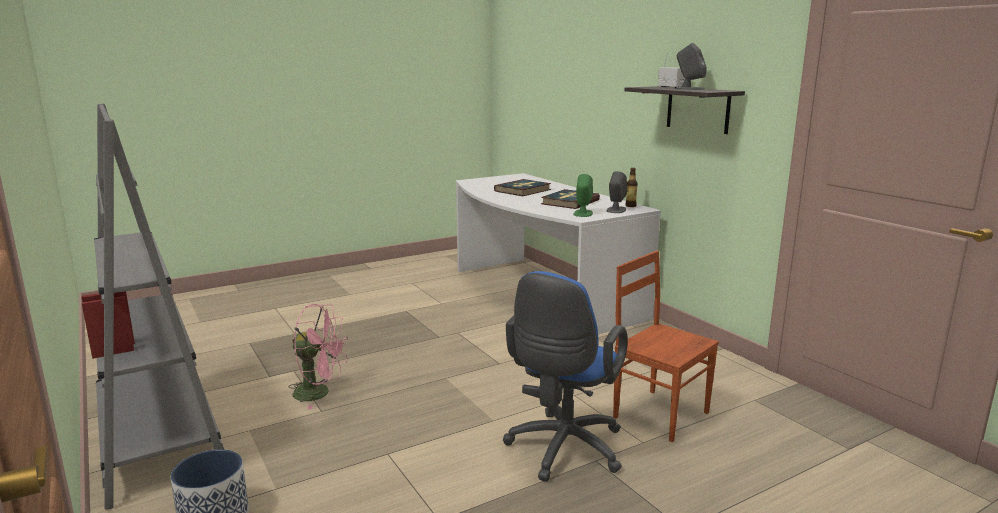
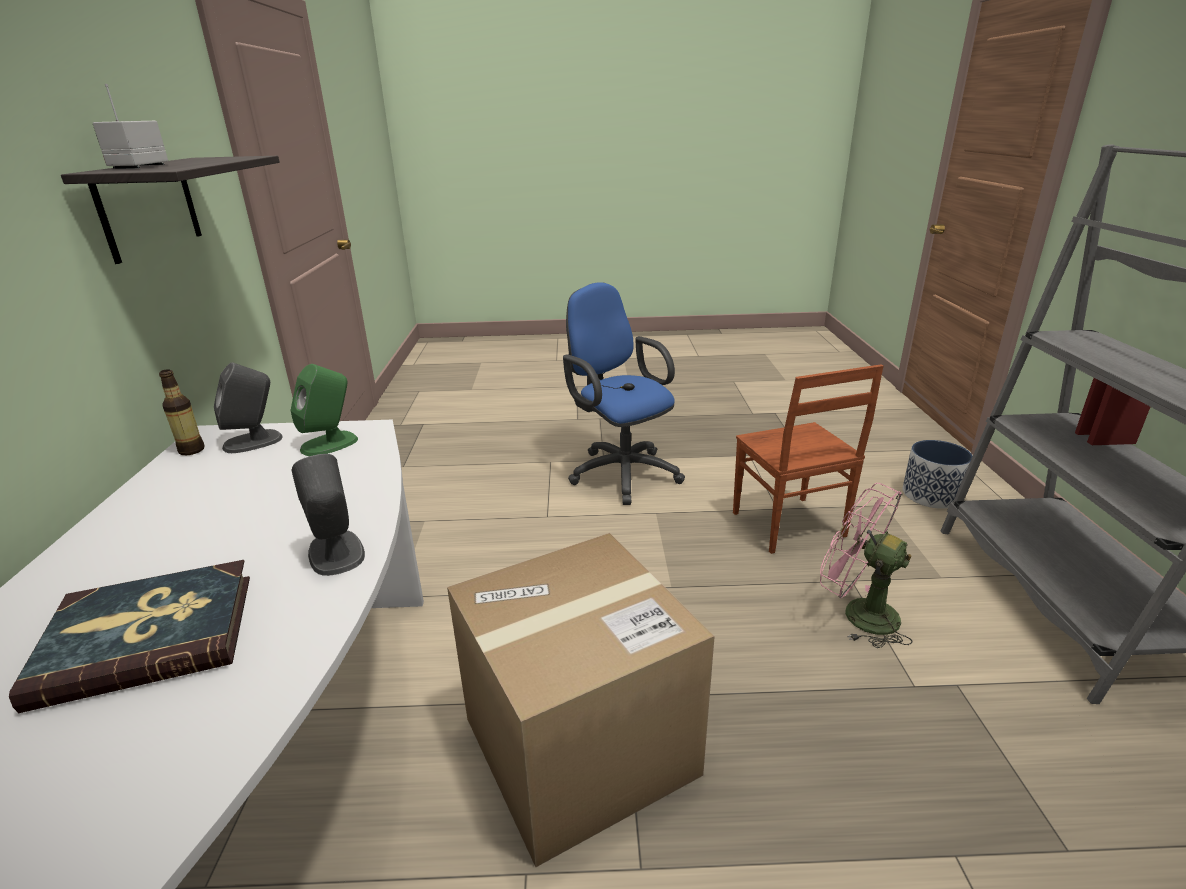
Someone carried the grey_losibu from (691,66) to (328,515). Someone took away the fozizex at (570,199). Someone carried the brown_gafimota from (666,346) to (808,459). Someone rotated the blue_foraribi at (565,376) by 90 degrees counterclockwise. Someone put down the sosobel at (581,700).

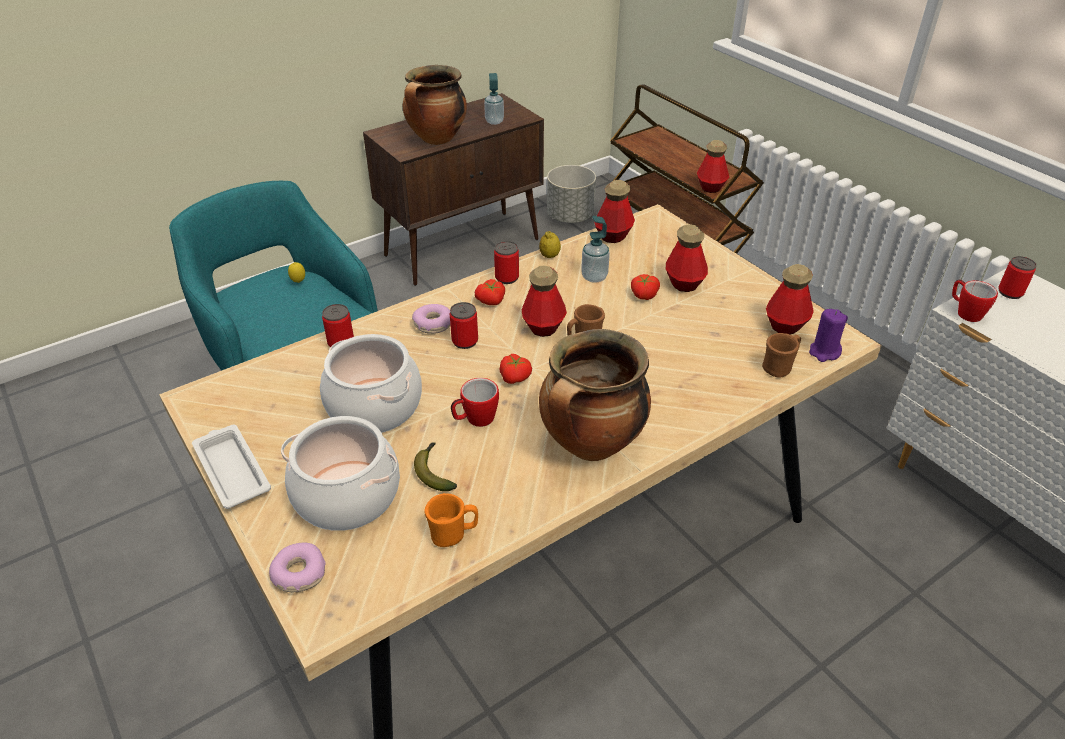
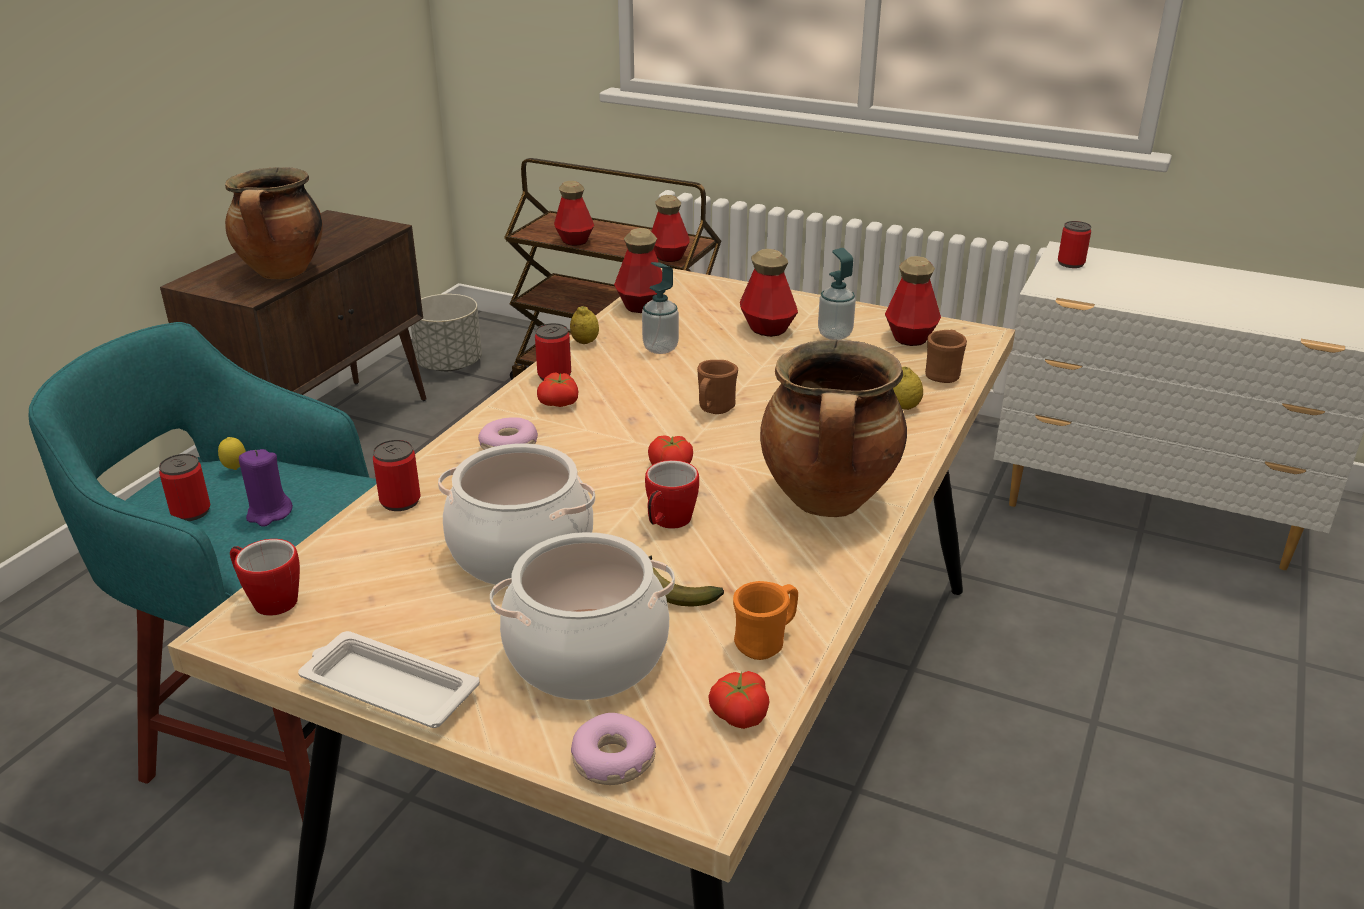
Someone carried the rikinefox from (494,99) to (837,294). Someone carried the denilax from (544,301) to (574,213). Someone carried the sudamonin from (645,287) to (738,700). Someone carried the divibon from (975,301) to (265,577). Someone carried the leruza from (464,325) to (185,487). Someone carried the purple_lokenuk from (828,335) to (266,488). Someone put down the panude at (908,388).

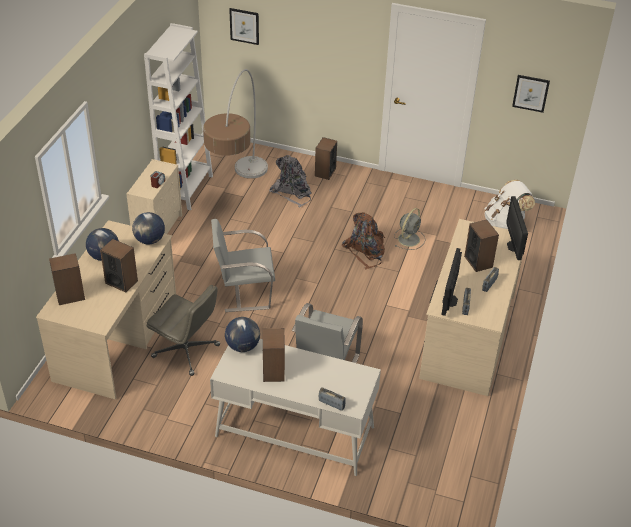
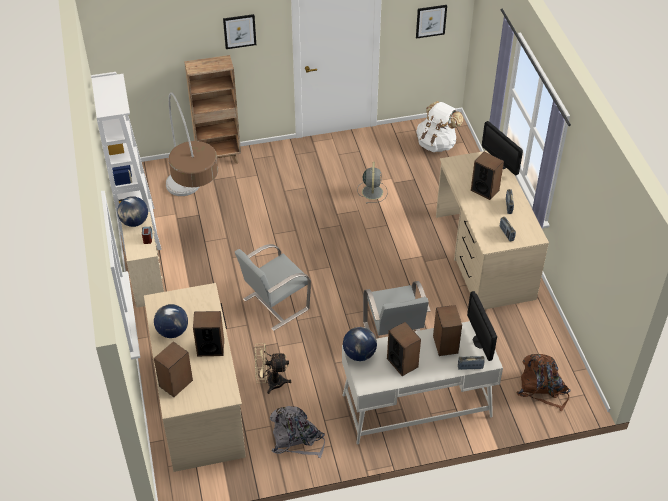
Someone carried the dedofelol from (244,26) to (239,31). Someone carried the losibu from (326,158) to (447,330). Someone carried the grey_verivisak from (290,181) to (297,432). Someone carried the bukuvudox from (148,228) to (132,211). Someone carried the brown_verivisak from (363,241) to (543,382). Someone carried the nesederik from (452,282) to (482,326). Someone swapped the grey_foraribi at (183,330) for the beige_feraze at (273,368). Someone put down the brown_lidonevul at (212,109).

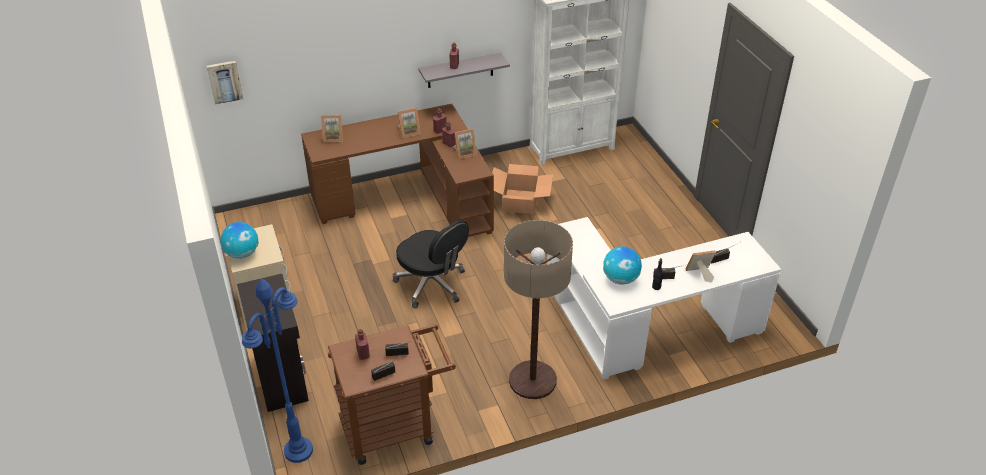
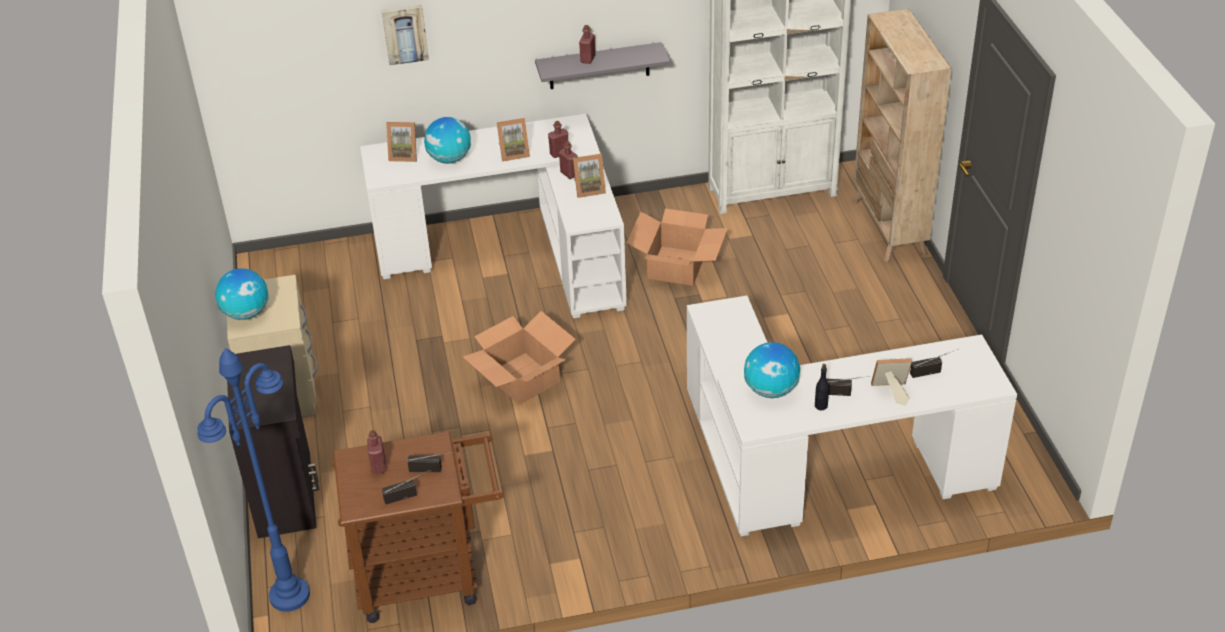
Someone carried the dedofelol from (225,82) to (405,35). Someone repainted the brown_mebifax at (397,170), which became the white_mebifax at (493,216). Someone swapped the black_foraribi at (431,264) for the sosobel at (519,358). Someone took away the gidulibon at (538,309). Someone put down the beige_lidonevul at (902,135). Someone put down the bukuvudox at (447,140).

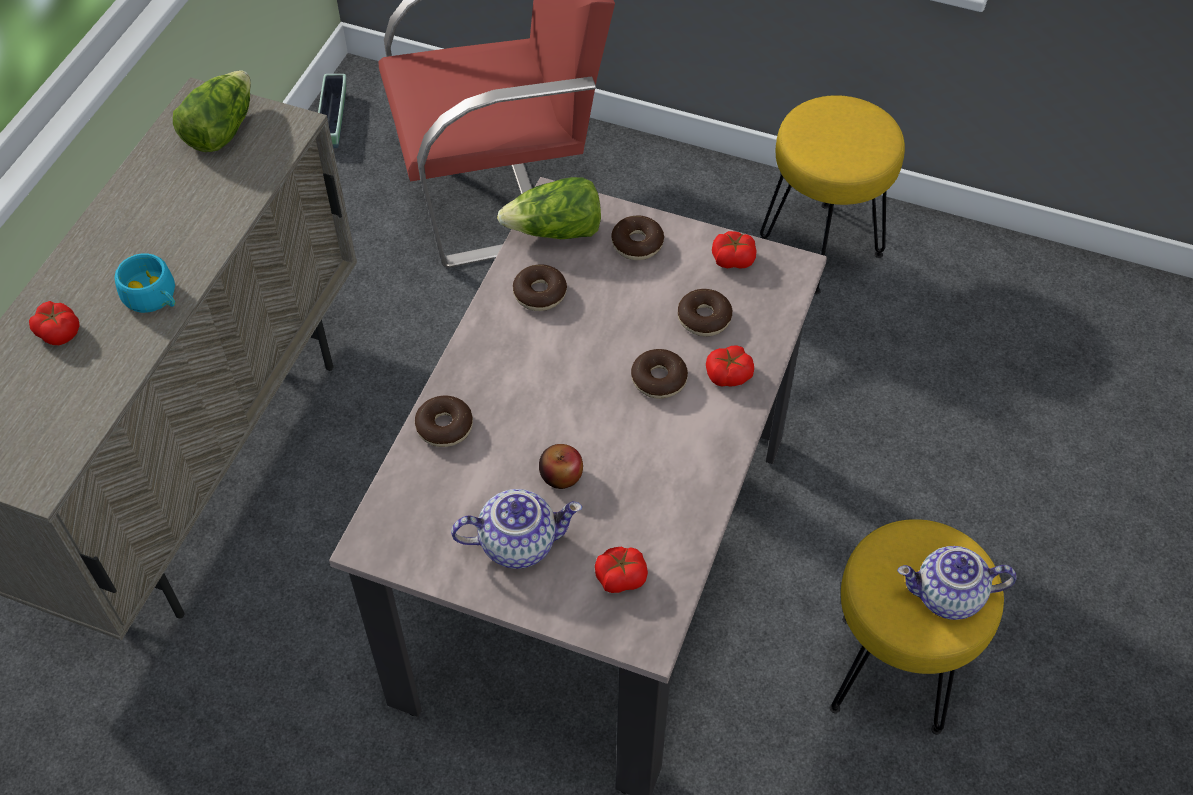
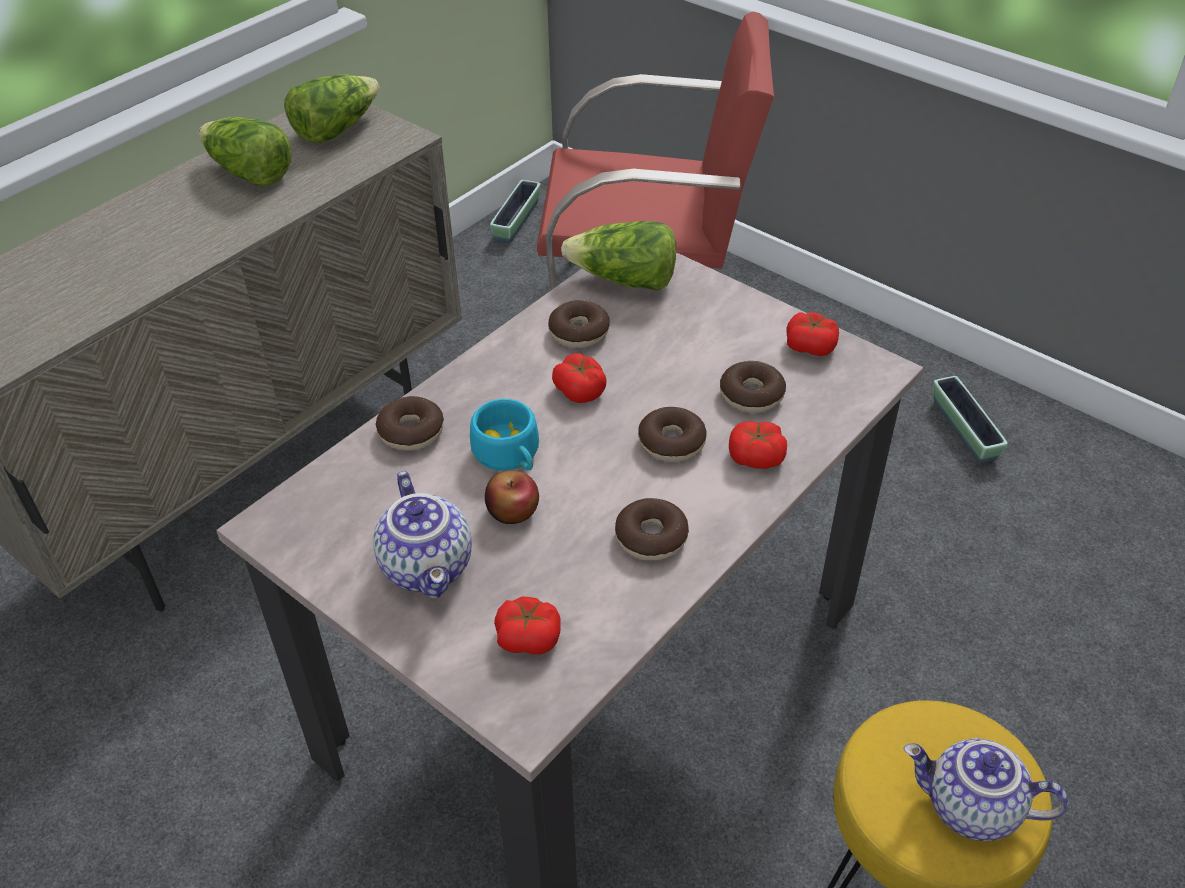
Someone swapped the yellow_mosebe at (832,194) for the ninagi at (970,420). Someone carried the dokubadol from (637,237) to (652,529). Someone carried the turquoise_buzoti from (144,283) to (504,435). Someone carried the sudamonin from (54,323) to (579,378). Someone rotated the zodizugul at (516,529) by 60 degrees clockwise. Someone put down the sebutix at (245,152).

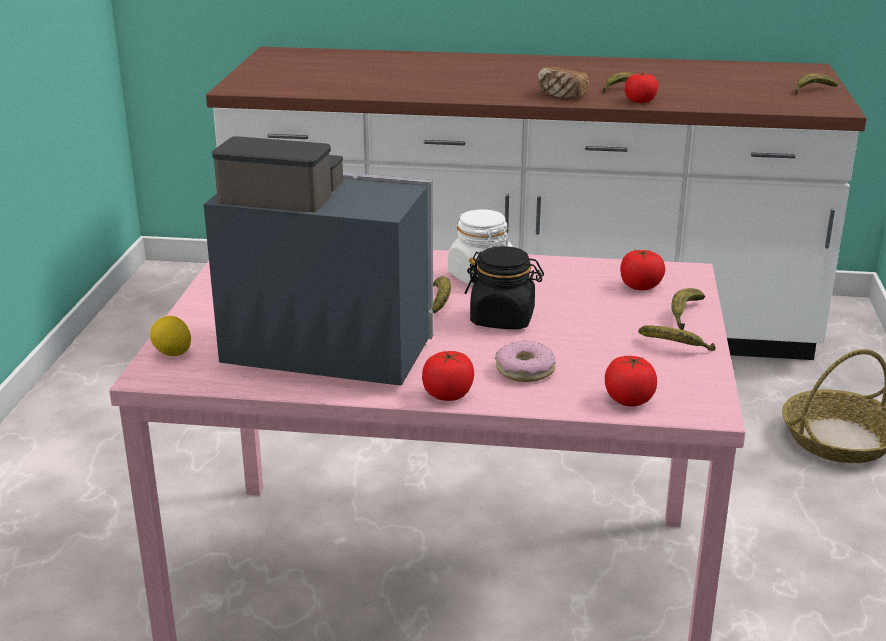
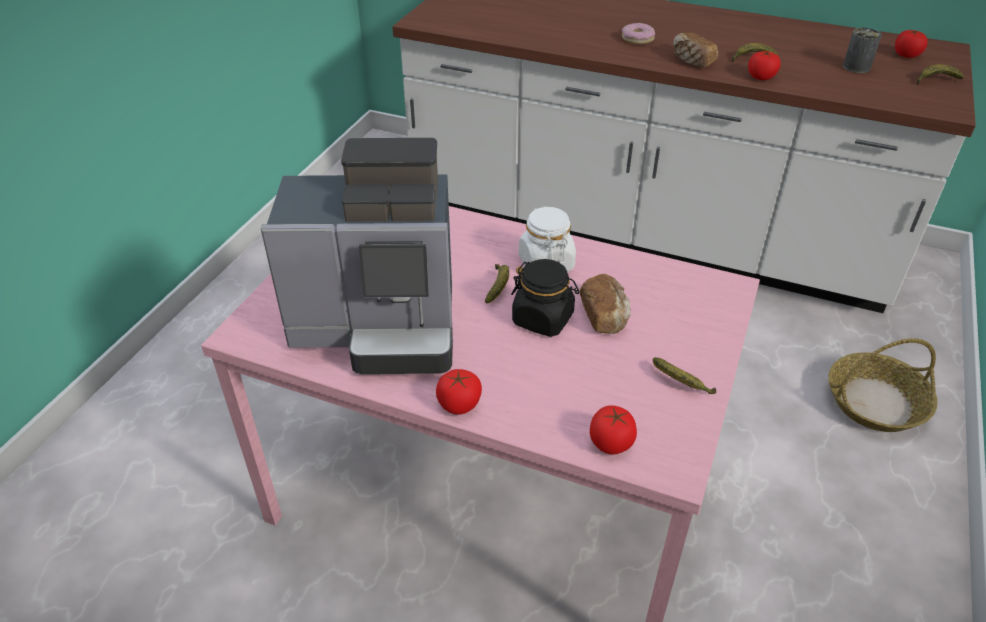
Someone rotated the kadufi at (318,261) by 150 degrees clockwise. Someone carried the sudamonin from (642,270) to (911,43). Someone took away the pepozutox at (688,309). Someone took away the panude at (170,336). Someone carried the dokubadol from (525,361) to (638,34). Someone put down the leruza at (862,50). Someone put down the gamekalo at (605,304).

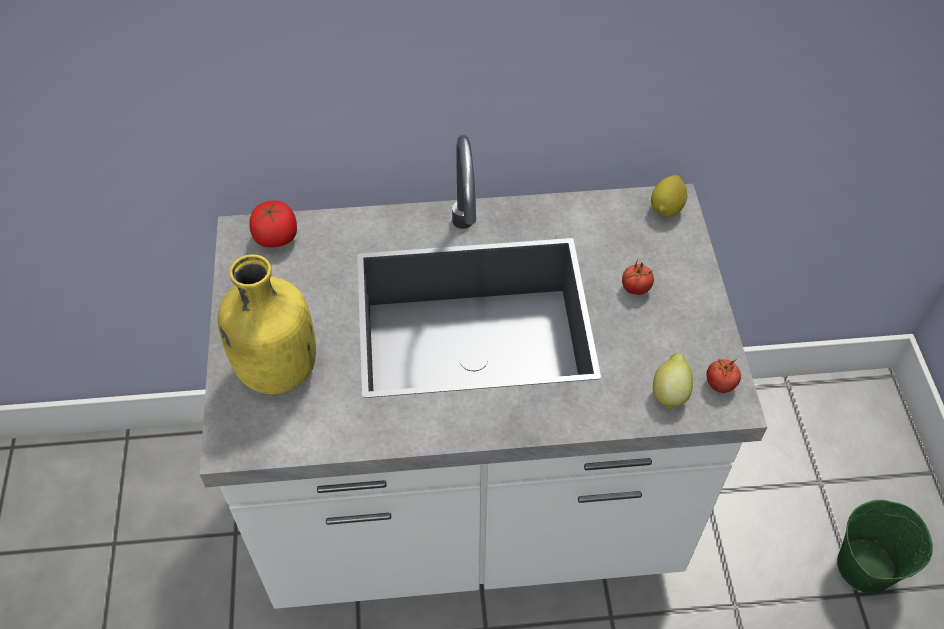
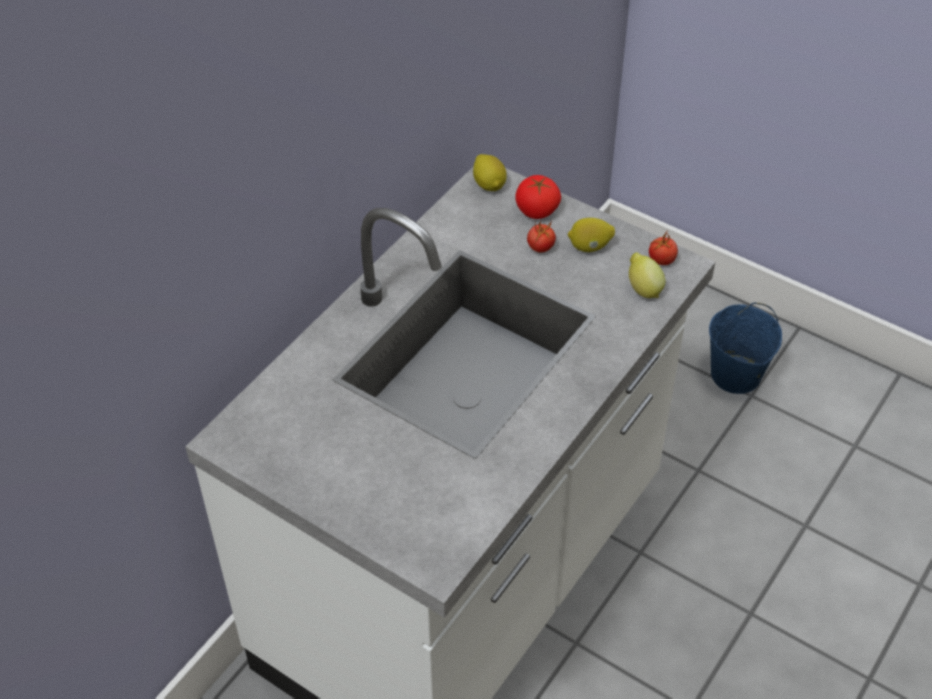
Someone carried the sudamonin from (273,224) to (538,197). Someone took away the yellow_denilax at (267,324). Someone repainted the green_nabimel at (885,546), which became the blue_nabimel at (745,348). Someone put down the panude at (591,235).

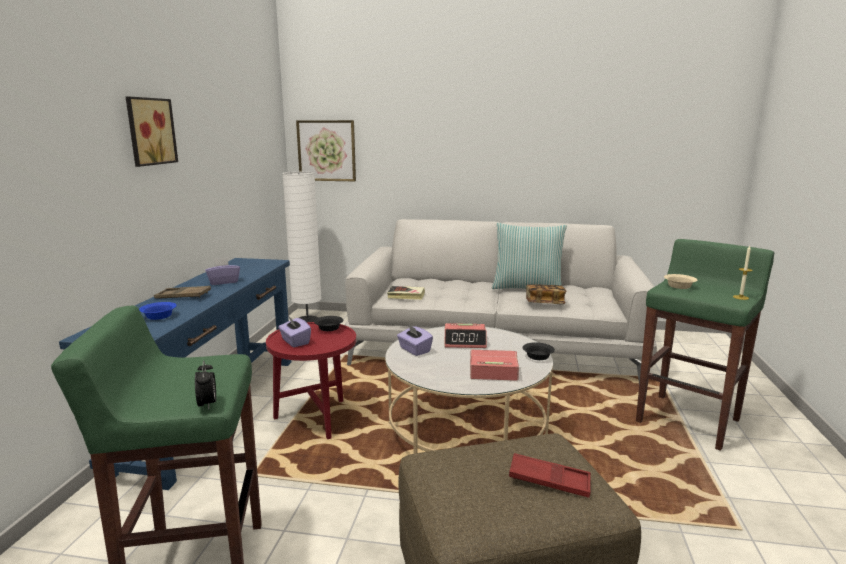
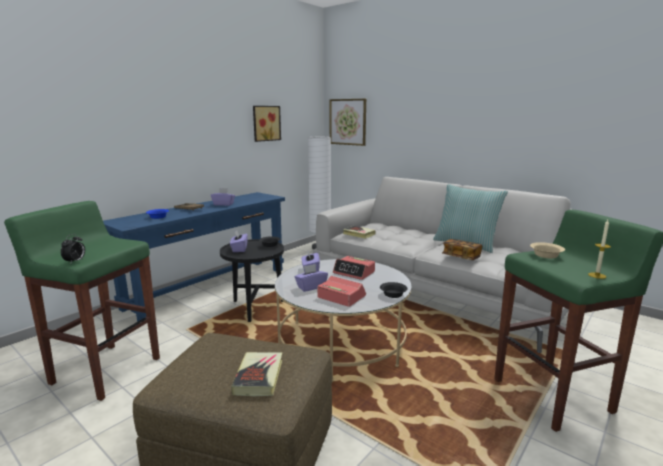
Someone carried the dedofelol from (152,132) to (267,124). Someone repainted the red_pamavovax at (311,380), which became the black_pamavovax at (252,280). Someone swapped the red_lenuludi at (550,475) for the fozizex at (256,374). Someone put down the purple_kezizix at (311,278).

